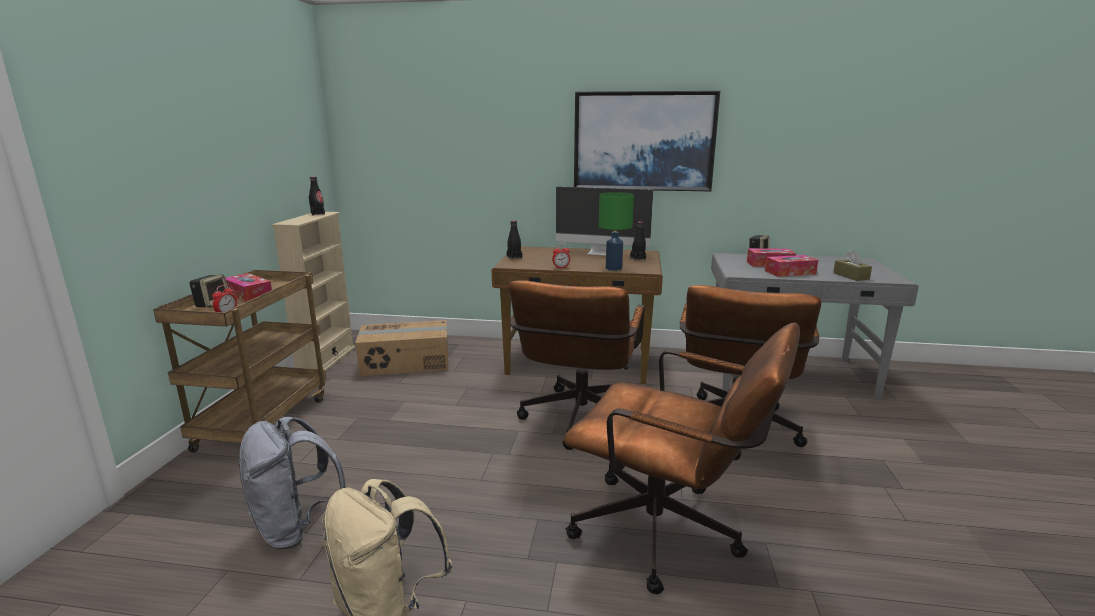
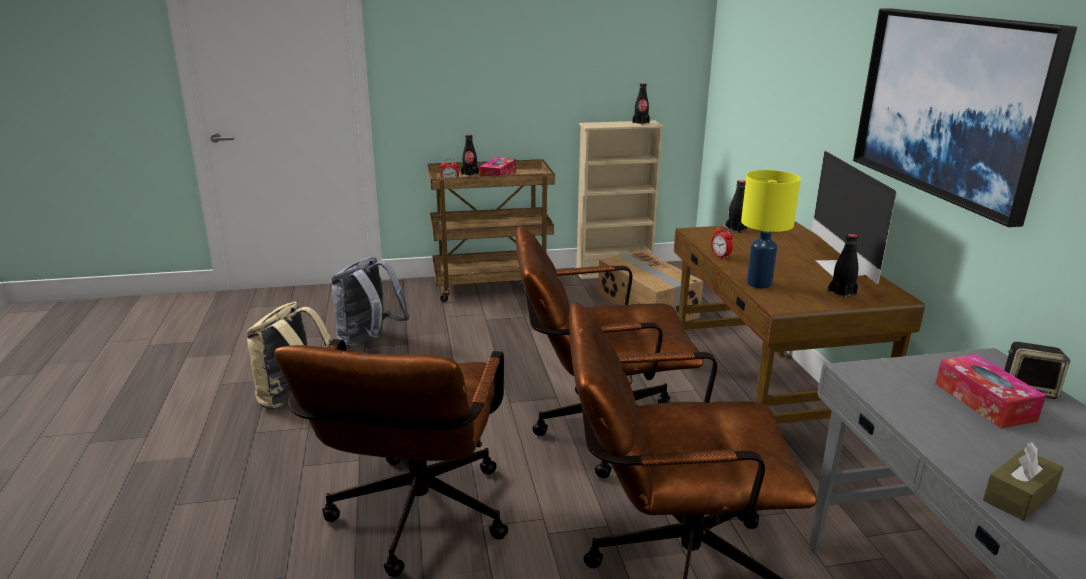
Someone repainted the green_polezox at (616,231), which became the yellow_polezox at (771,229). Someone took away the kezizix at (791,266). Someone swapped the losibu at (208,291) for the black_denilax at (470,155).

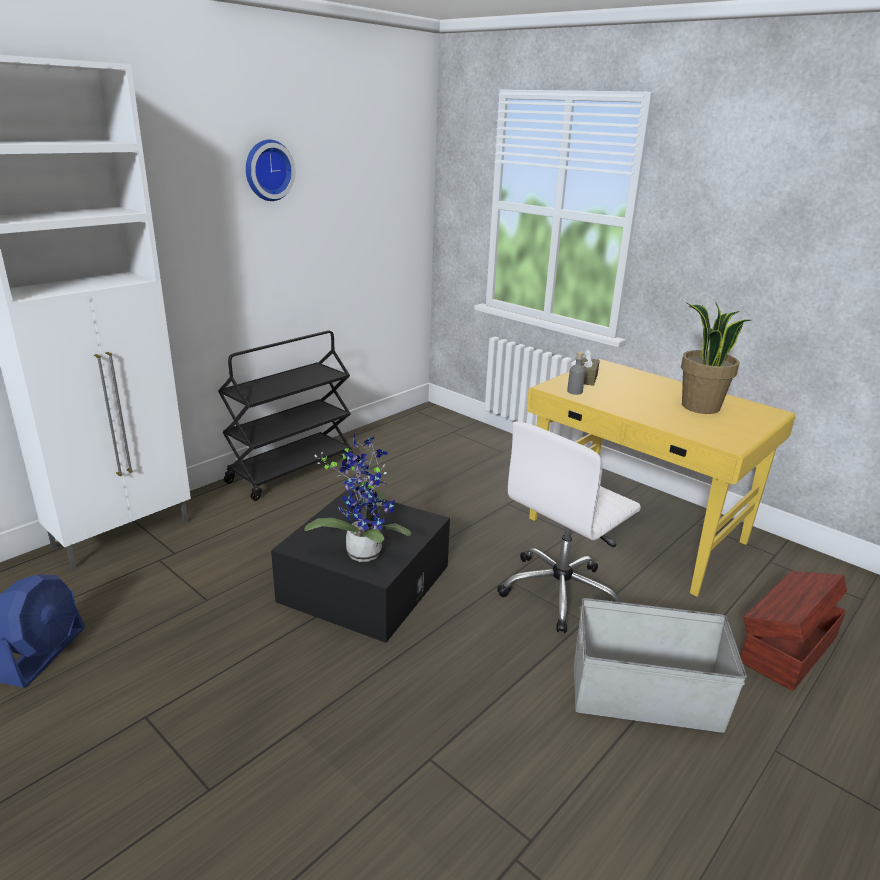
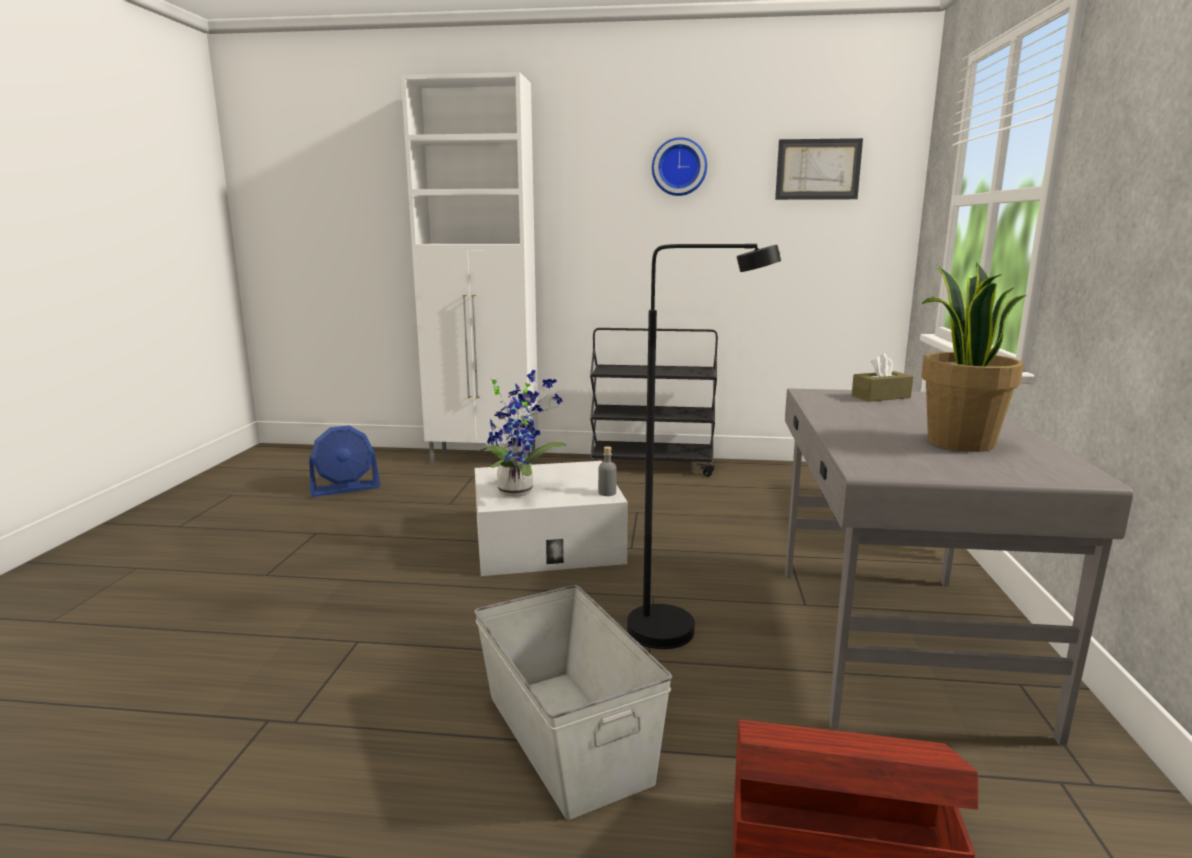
Someone carried the grey_denilax from (576,373) to (607,471). Someone repainted the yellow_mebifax at (661,478), which became the grey_mebifax at (959,567). Someone swapped the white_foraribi at (569,527) for the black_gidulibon at (704,446). Someone repainted the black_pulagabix at (360,566), which became the white_pulagabix at (551,518). Someone put up the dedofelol at (819,169).

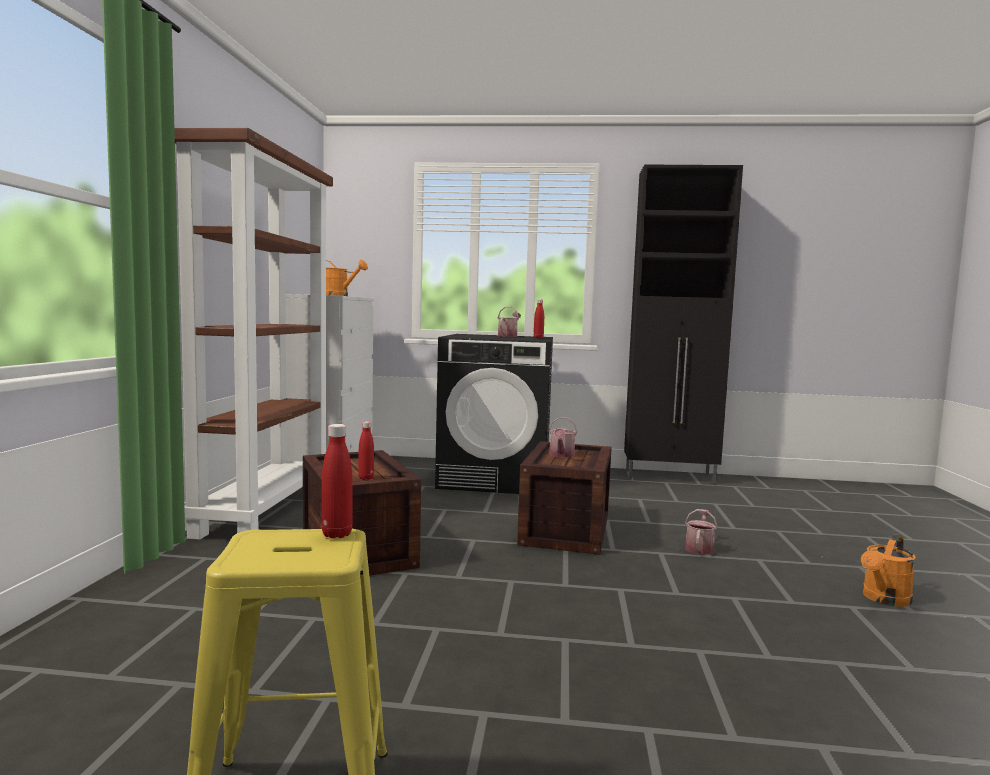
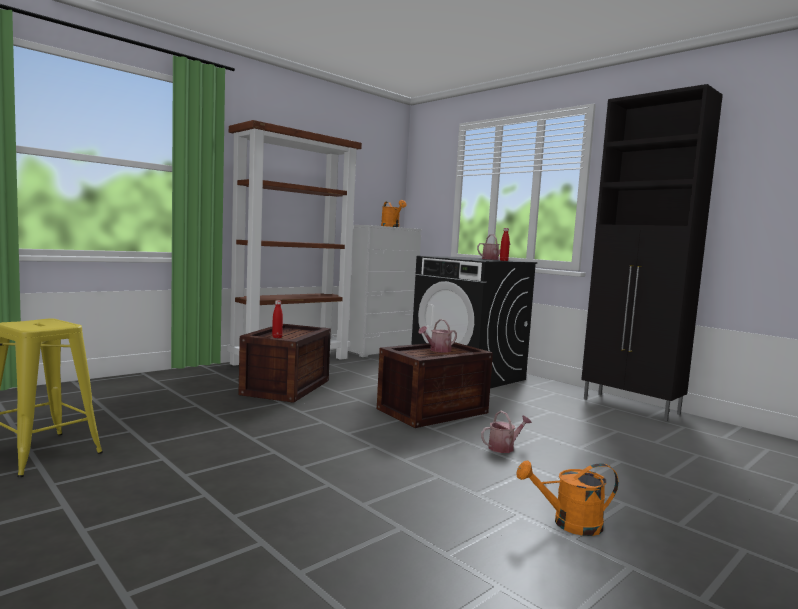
Someone took away the red_denilax at (337,481).

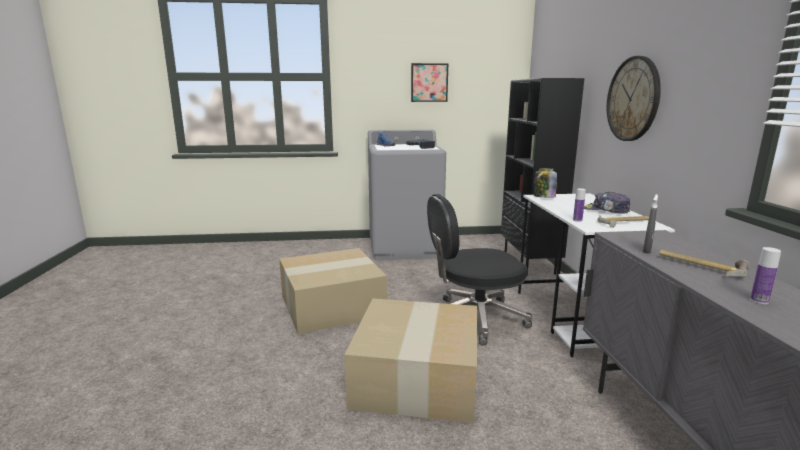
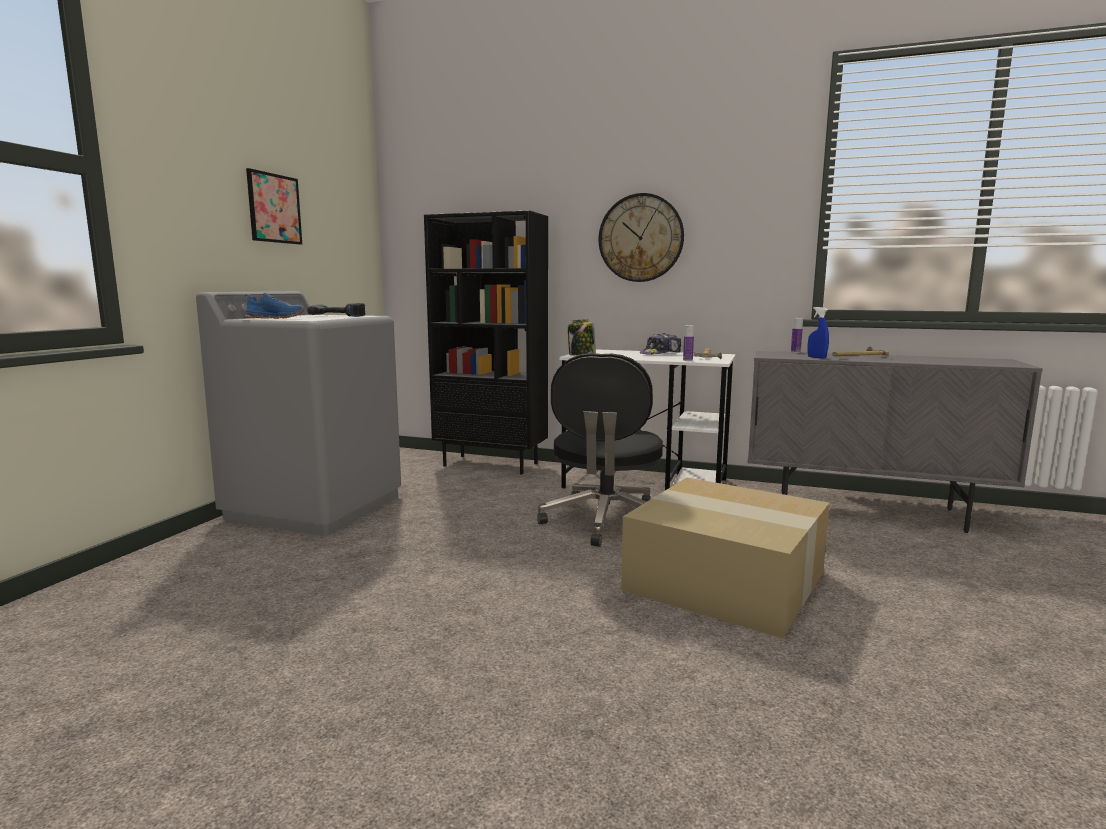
Someone repainted the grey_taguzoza at (650,224), which became the blue_taguzoza at (818,333). Someone carried the denilax from (765,275) to (797,335). Someone took away the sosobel at (333,291).

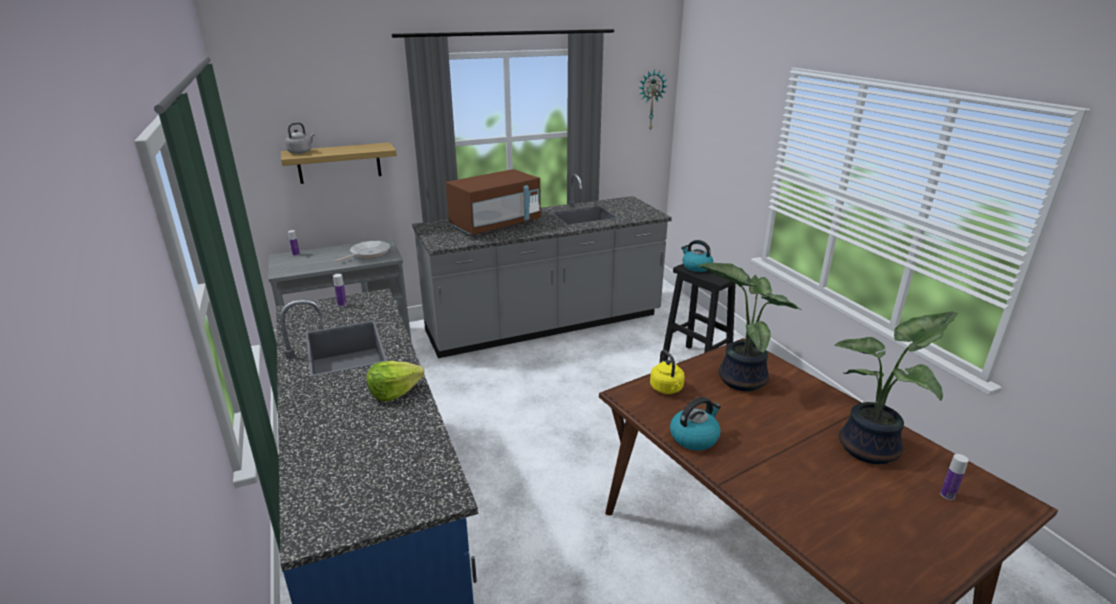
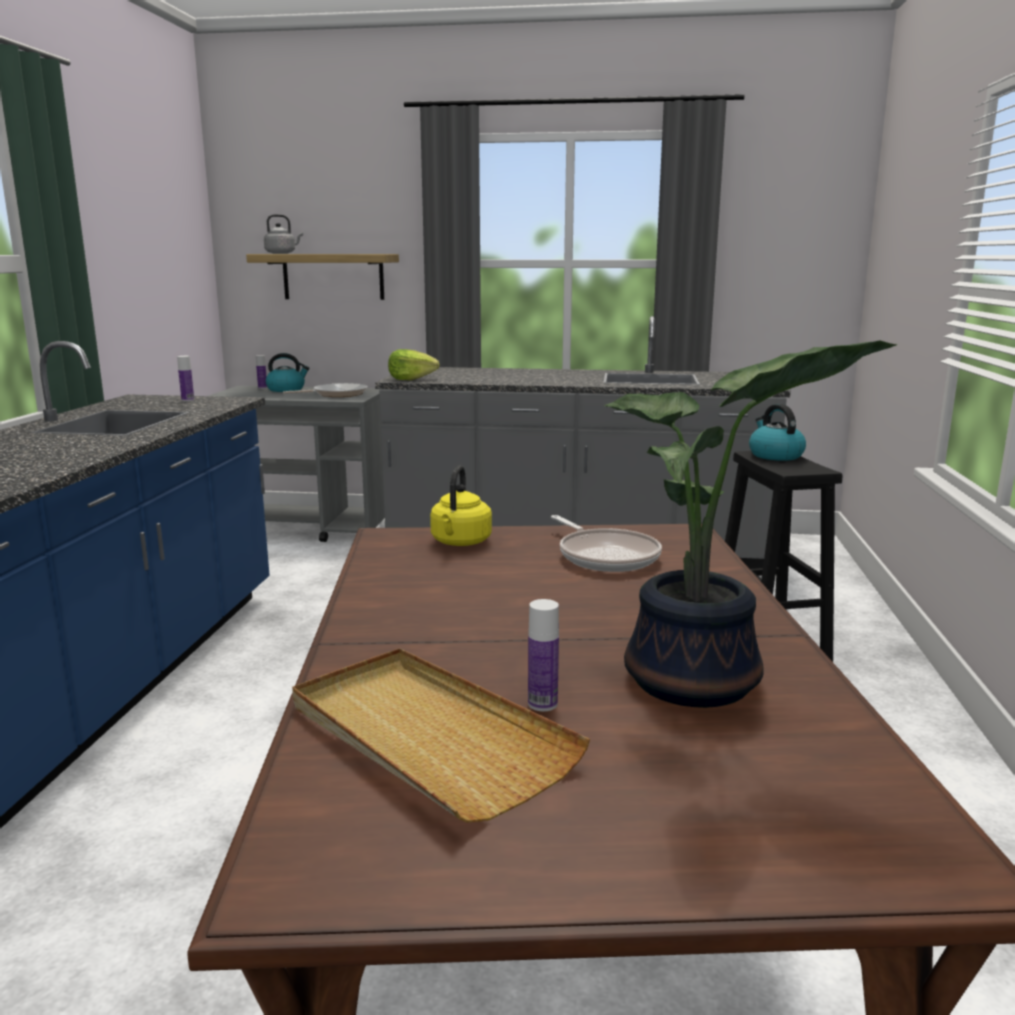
Someone took away the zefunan at (653,100). Someone took away the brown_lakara at (493,202). Someone swapped the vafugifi at (750,327) for the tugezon at (606,543). Someone carried the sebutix from (395,381) to (413,364). Someone carried the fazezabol from (695,424) to (287,372). Someone carried the denilax from (954,477) to (543,655). Someone put down the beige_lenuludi at (441,735).

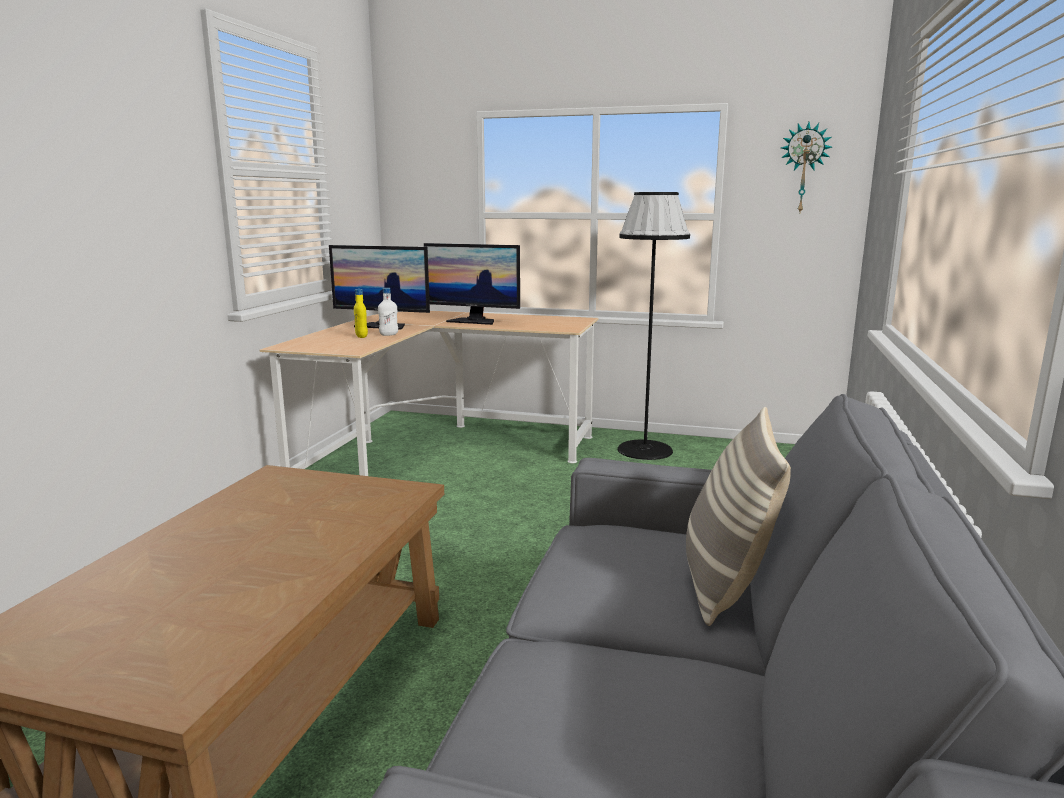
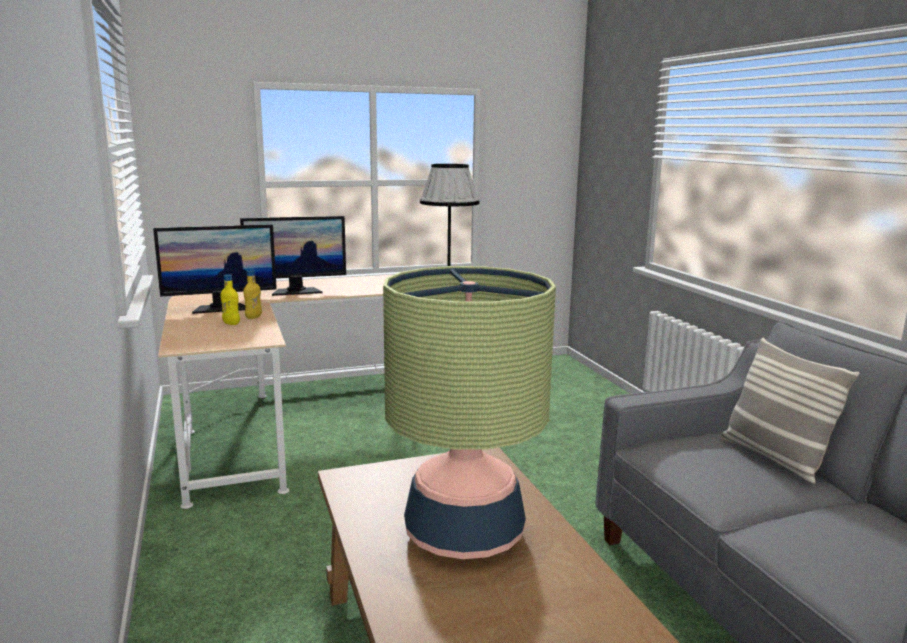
Someone took away the zefunan at (806,167). Someone repainted the white_denilax at (388,312), which became the yellow_denilax at (252,294). Someone put down the polezox at (469,412).

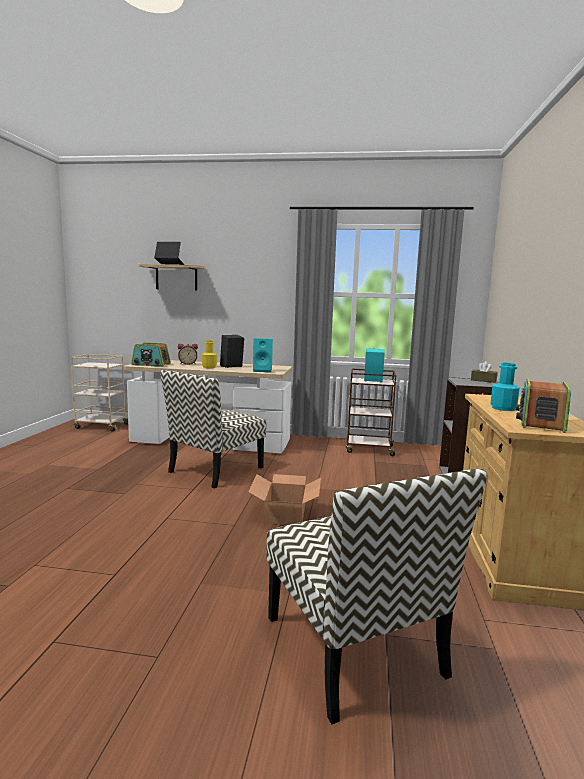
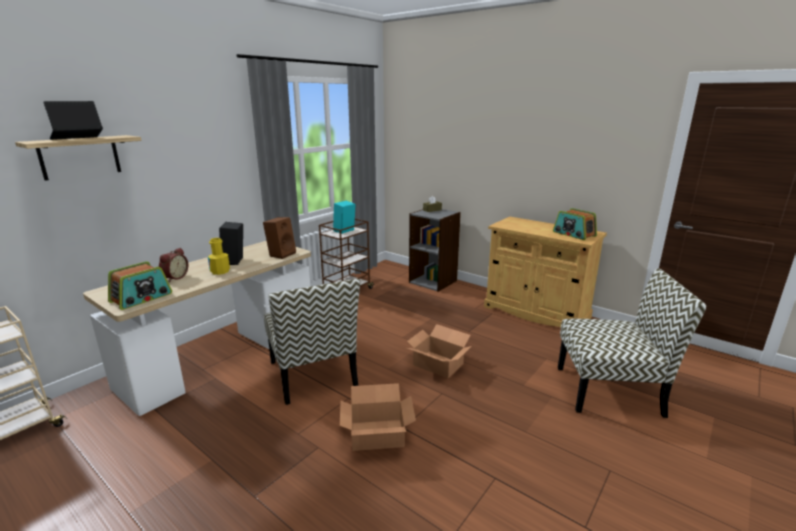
Someone repainted the turquoise_losibu at (263,355), which became the brown_losibu at (279,238). Someone took away the turquoise_denilax at (505,387). Someone put down the sosobel at (378,417).

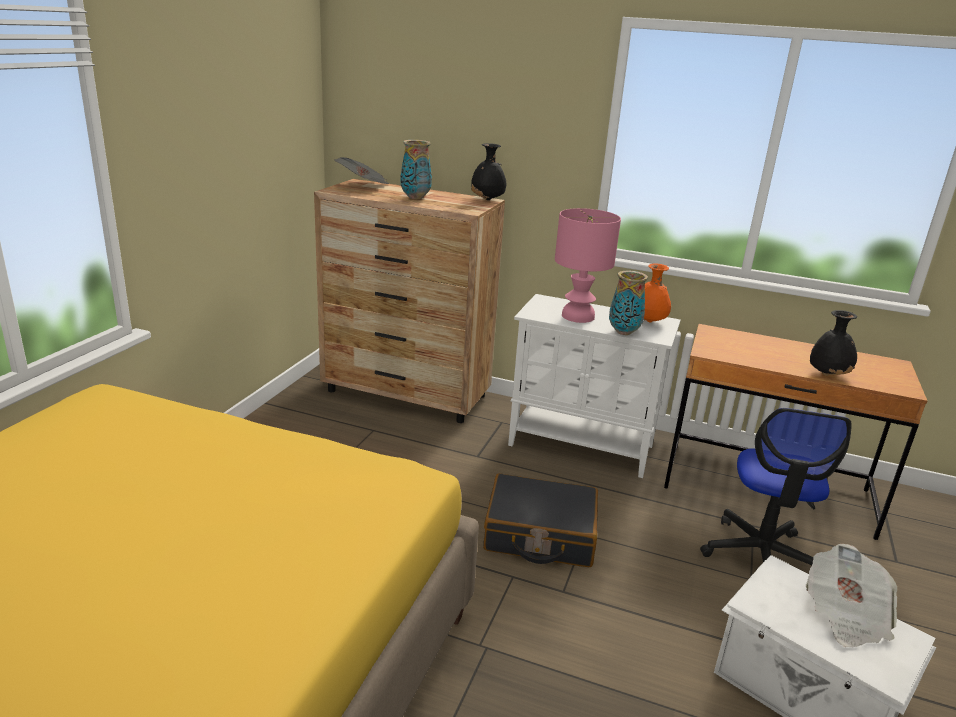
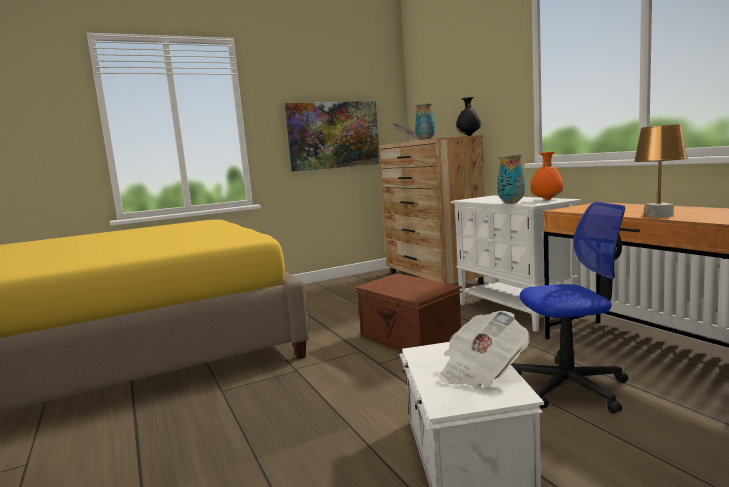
Someone took away the pink_polezox at (588,265). Someone swapped the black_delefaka at (833,343) for the brown_polezox at (661,171). Someone rotated the foraribi at (775,486) by 150 degrees counterclockwise. Someone swapped the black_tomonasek at (540,520) for the brown_pulagabix at (407,313). Someone put up the dedofelol at (332,136).

